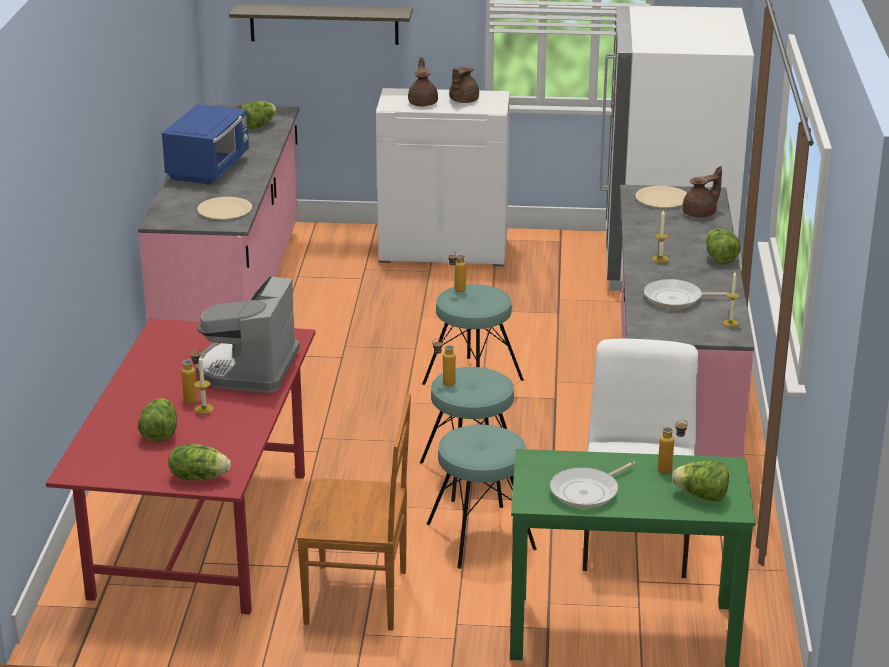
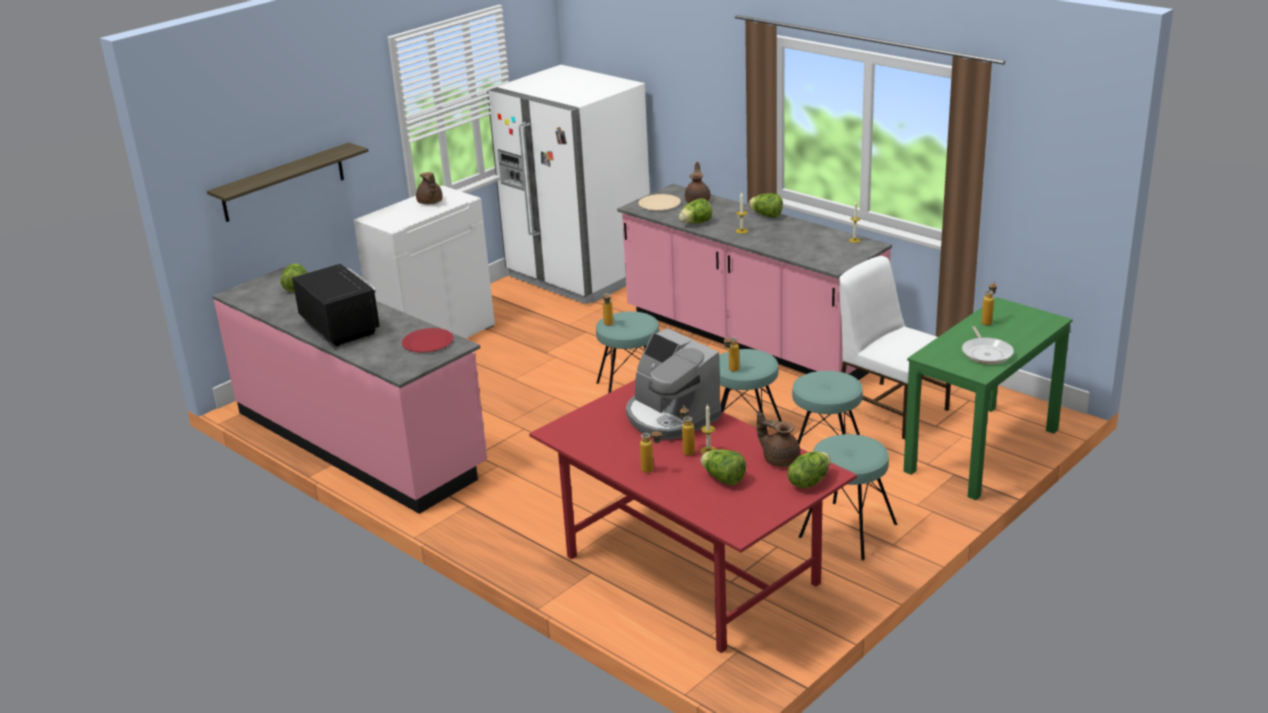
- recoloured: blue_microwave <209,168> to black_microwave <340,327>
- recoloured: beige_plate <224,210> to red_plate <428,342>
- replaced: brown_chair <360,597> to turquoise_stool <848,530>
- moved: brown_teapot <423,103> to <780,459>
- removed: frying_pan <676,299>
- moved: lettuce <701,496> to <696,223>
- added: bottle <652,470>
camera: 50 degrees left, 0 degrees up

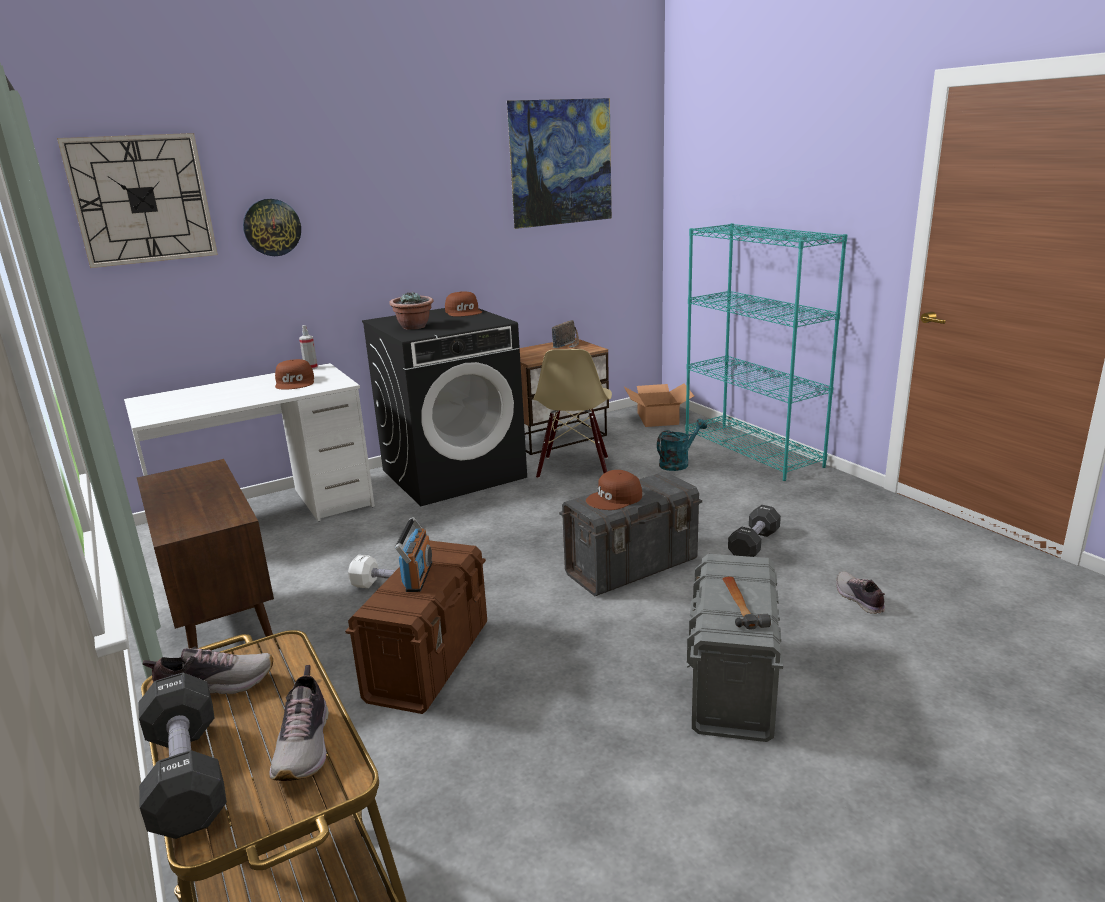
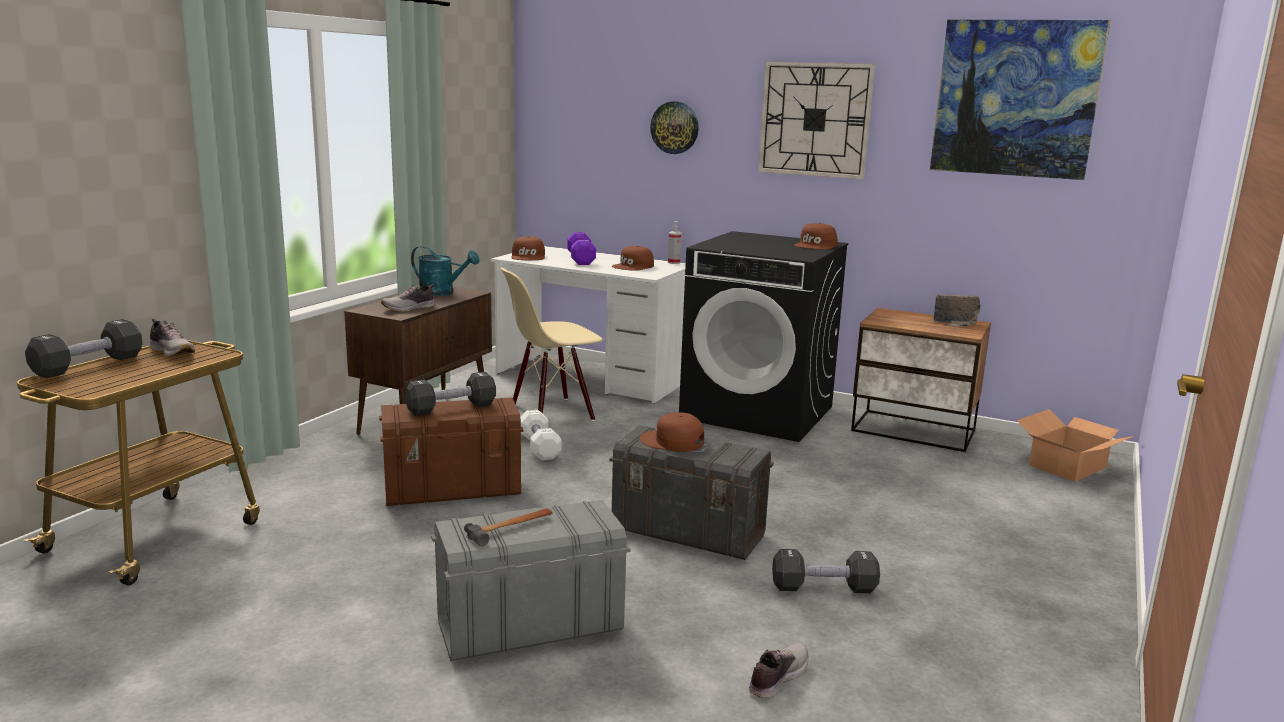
- moved: wall_clock <142,199> to <815,119>
- moved: shoe <305,745> to <409,308>
- removed: potted_plant <414,327>
- replaced: radio <418,576> to black_dumbbell <451,408>
- moved: beige_chair <574,468> to <552,413>
- moved: turquoise_watering_can <678,463> to <442,293>
- removed: turquoise_bookcase <752,451>
- added: brown_cap <528,256>
- added: purple_dumbbell <581,259>
camera: 55 degrees right, 5 degrees down

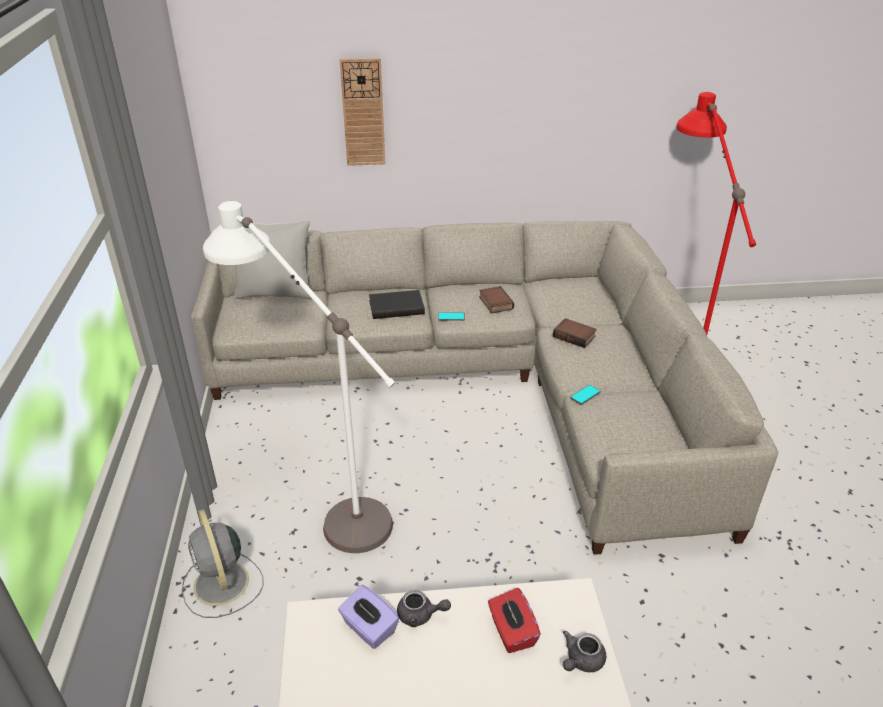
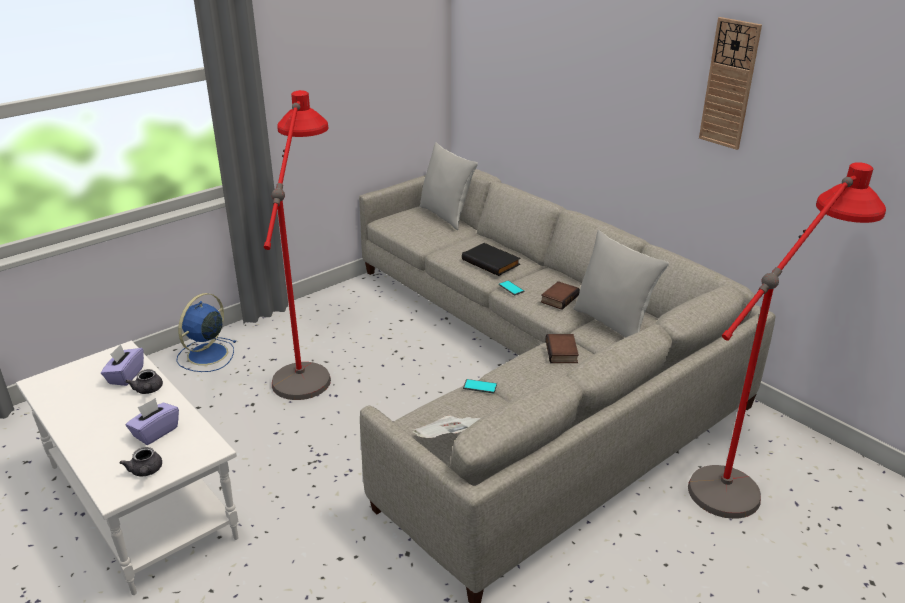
- recoloured: grey_fan <222,585> to blue_fan <206,355>
- recoloured: white_floor_lamp <323,502> to red_floor_lamp <310,358>
- moved: wall_clock <363,113> to <729,84>
- recoloured: red_tissue_box <511,632> to purple_tissue_box <155,432>
- turned: grey_teapot <581,661> = <145,471> 120 degrees counterclockwise
- added: newspaper <447,441>
- added: grey_pillow <613,323>
camera: 55 degrees right, 5 degrees down

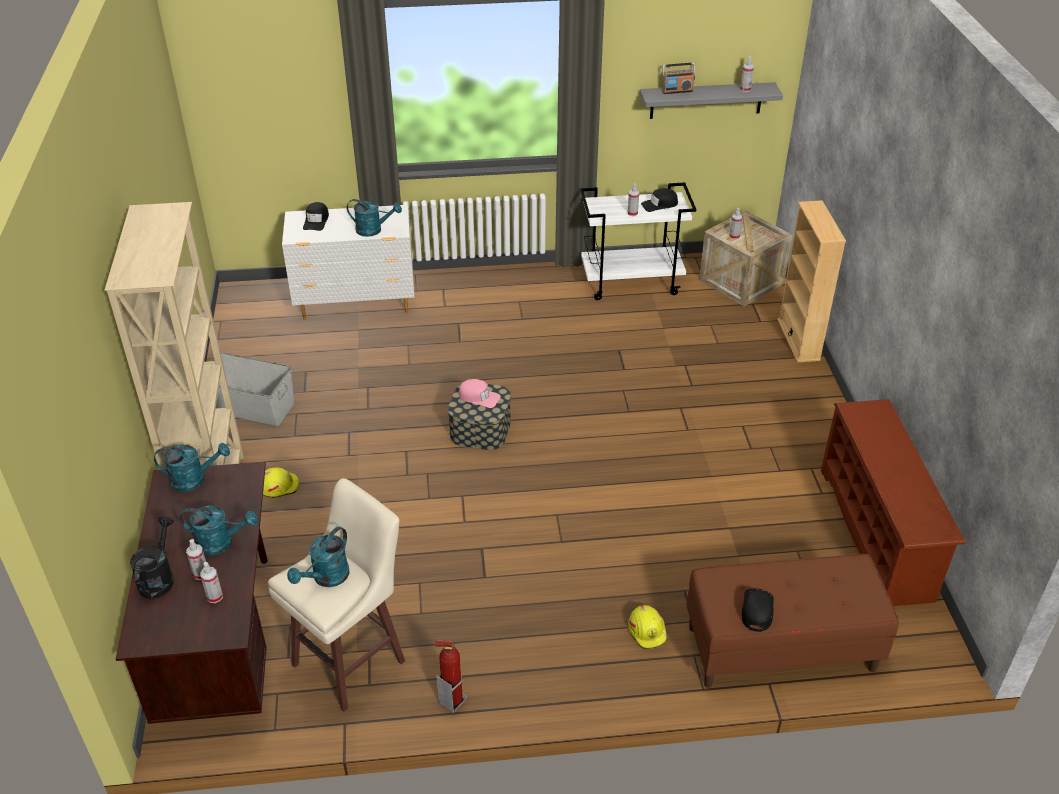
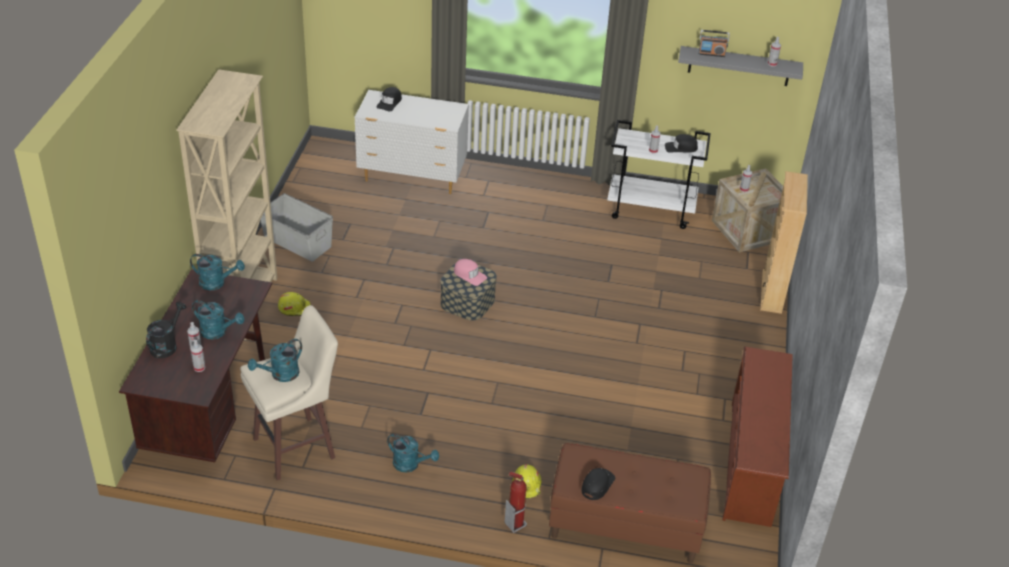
- moved: turquoise_watering_can <373,230> to <410,464>
- moved: fire_extinguisher <452,700> to <515,524>
camera: 15 degrees right, 0 degrees up

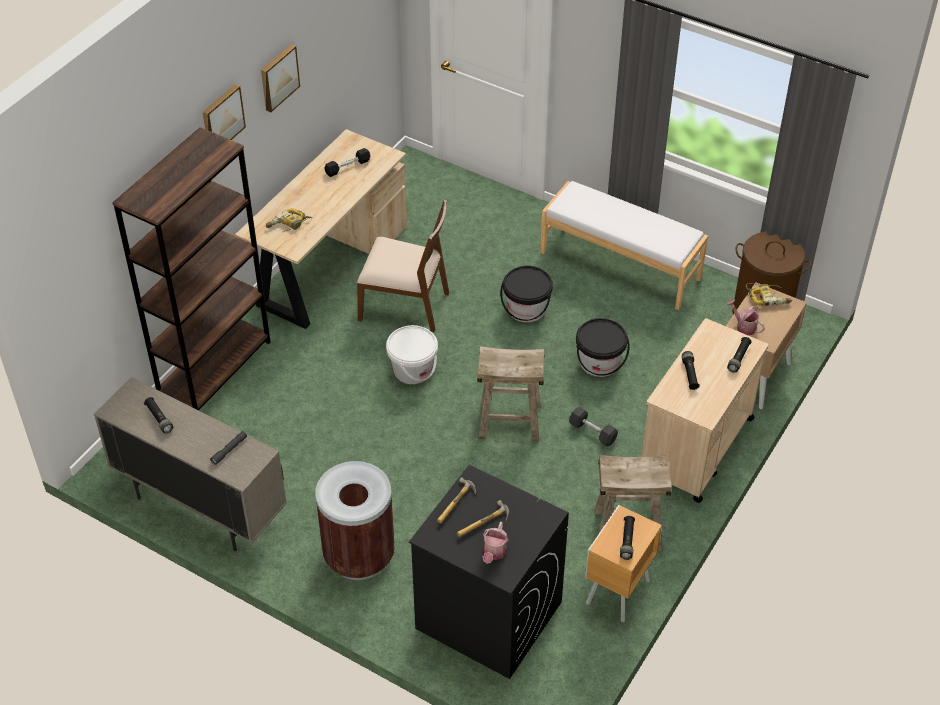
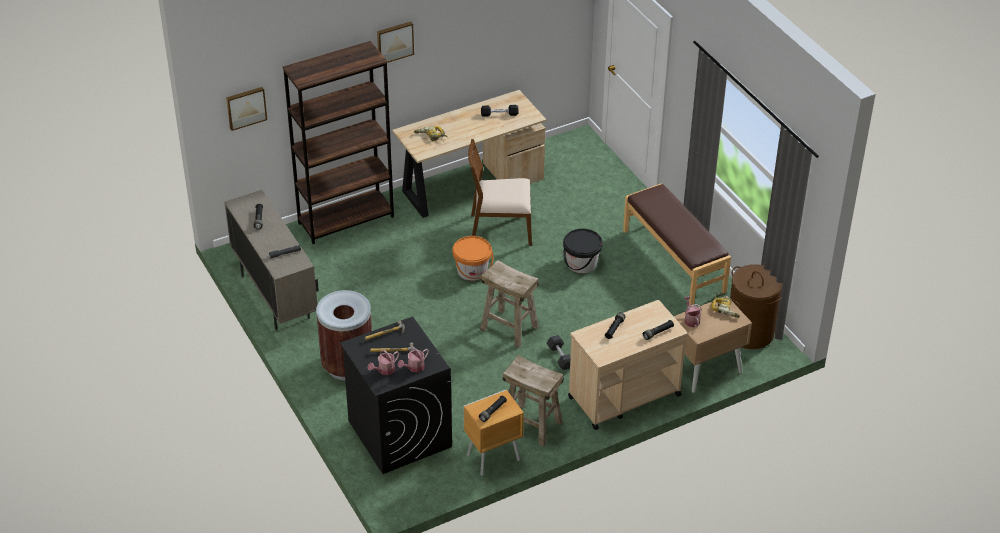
- moved: picture <278,77> to <246,107>
- turned: brown_chair <405,305> = <500,228> 135 degrees clockwise
- recoloured: white_bucket <413,370> to orange_bucket <472,271>
- recoloured: white_bench <620,265> to brown_bench <674,260>
- removed: black_bucket <599,363>
- added: watering_can <414,367>
camera: 30 degrees right, 5 degrees down

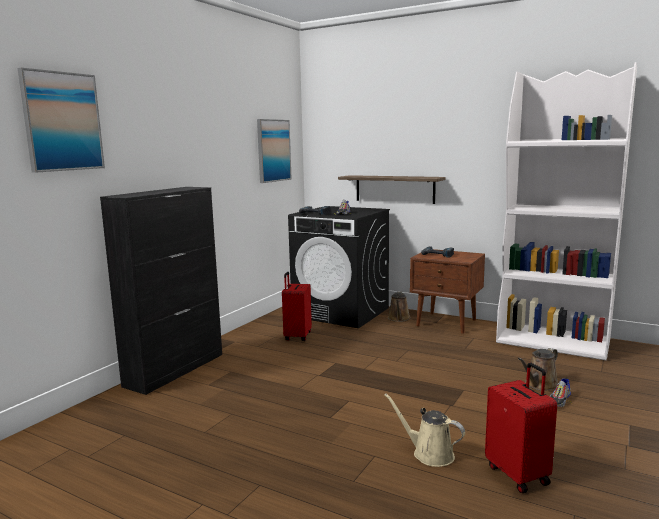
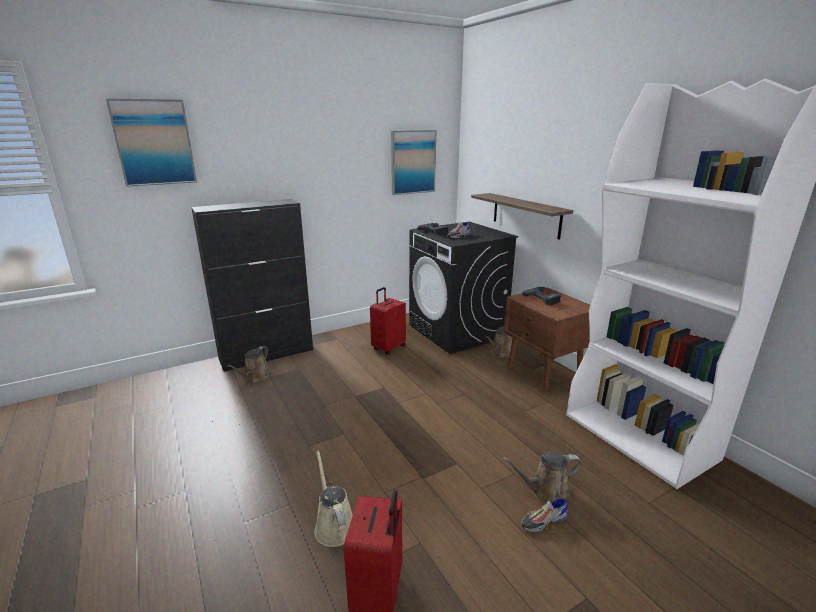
- added: brown_watering_can <255,379>
camera: 30 degrees right, 10 degrees up

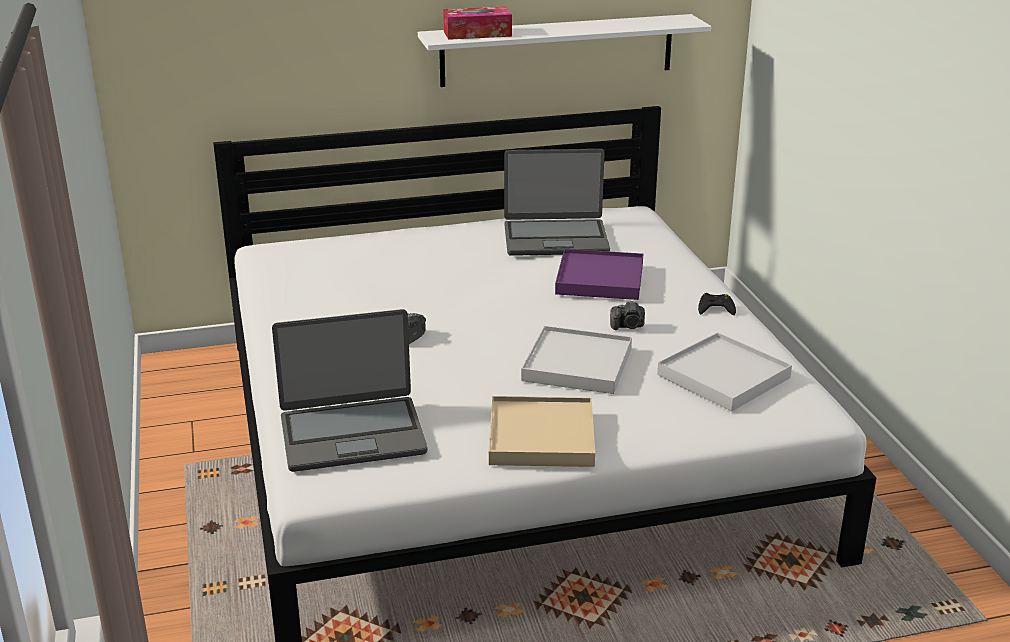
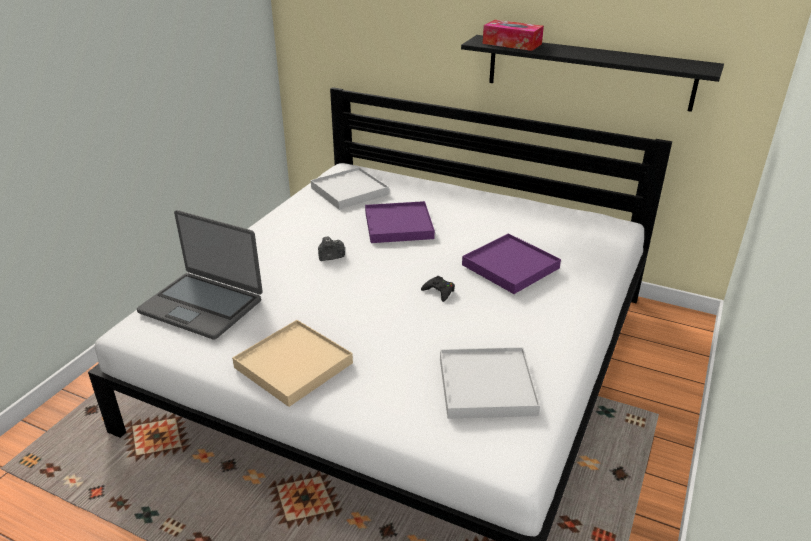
- recoloured: white_shelf <557,50> to black_shelf <588,72>
- removed: laptop <555,238>
- moved: white_tray <577,365> to <349,191>
- removed: photo_camera <628,326>
- moved: black_game_controller <716,309> to <439,291>
- added: purple_tray <398,225>
camera: 40 degrees right, 5 degrees up

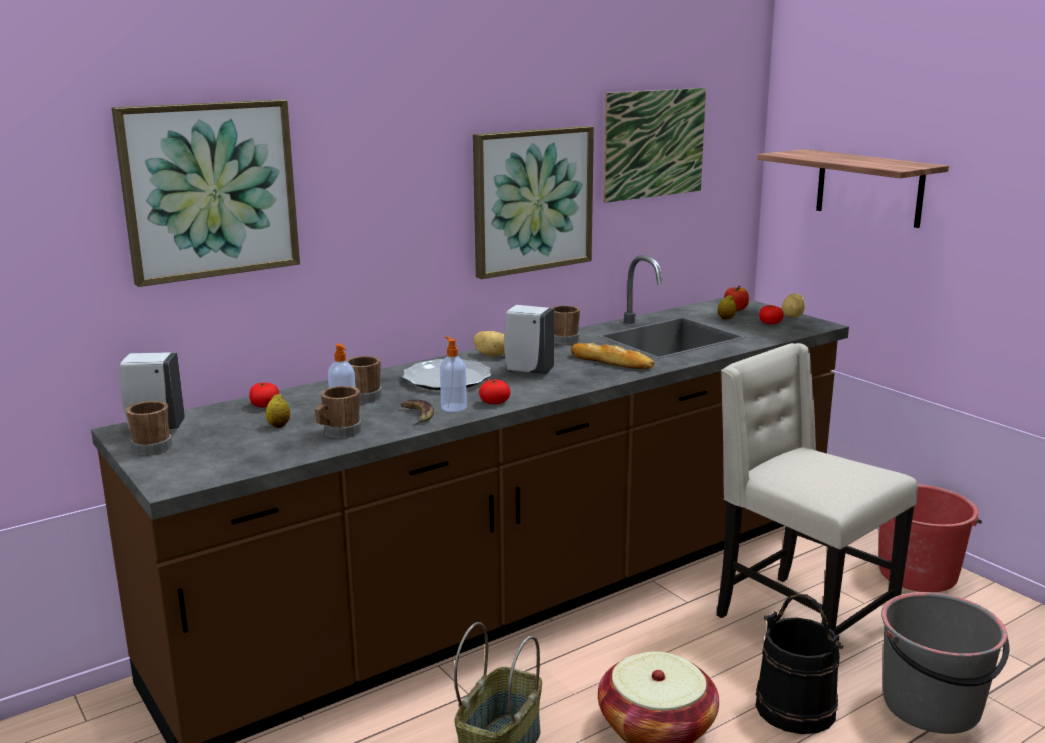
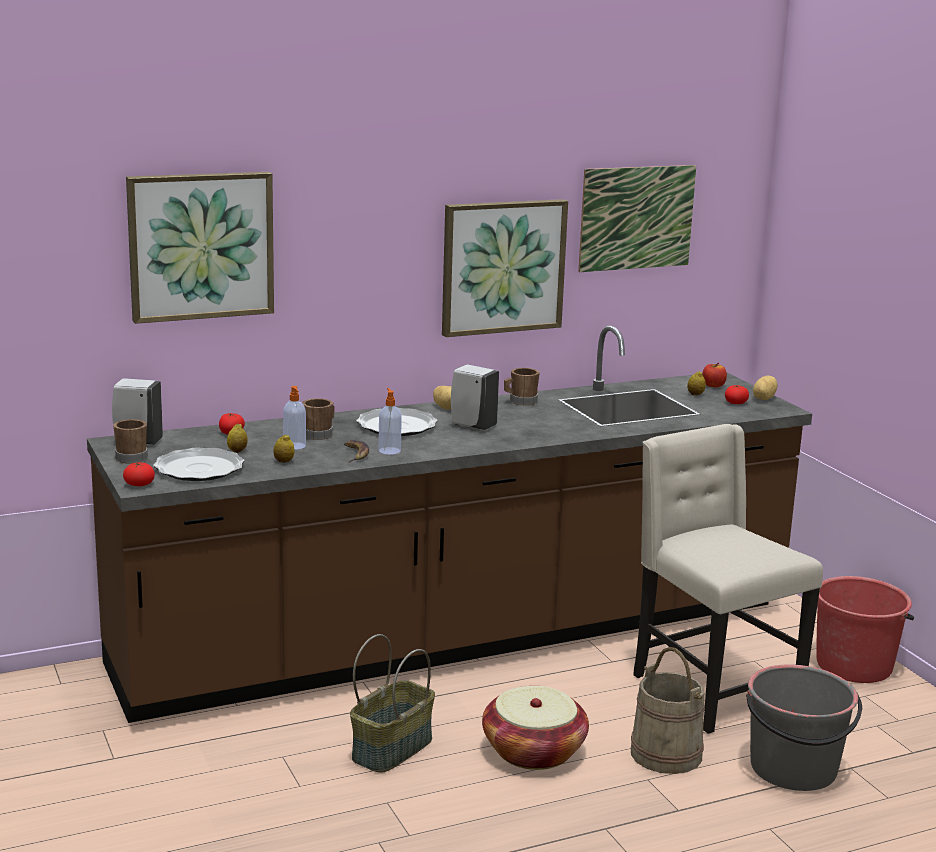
- replaced: brown_mug <339,433> to lemon <284,461>
- moved: tomato <494,402> to <139,484>
- removed: bread <611,362>
- recoloured: black_bucket <796,708> to beige_bucket <666,754>
- removed: shelf <869,187>
- added: plate <198,468>
camera: 10 degrees right, 0 degrees up

